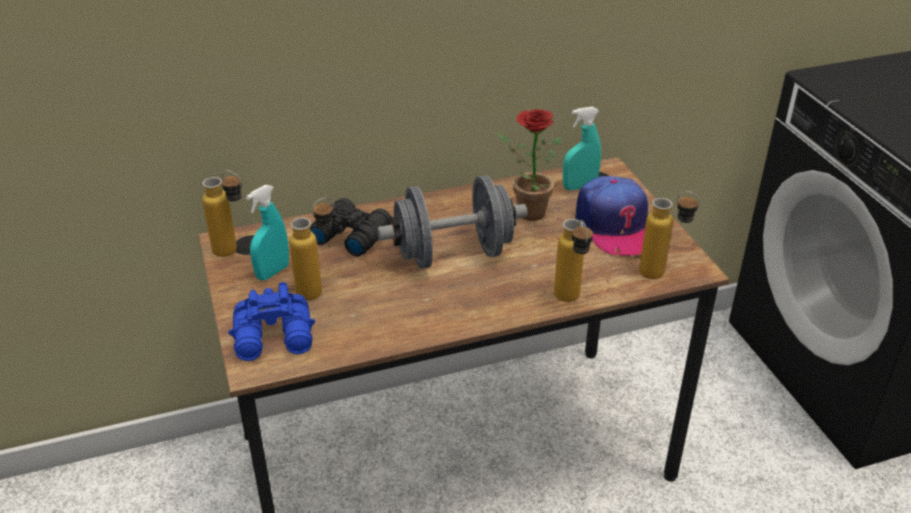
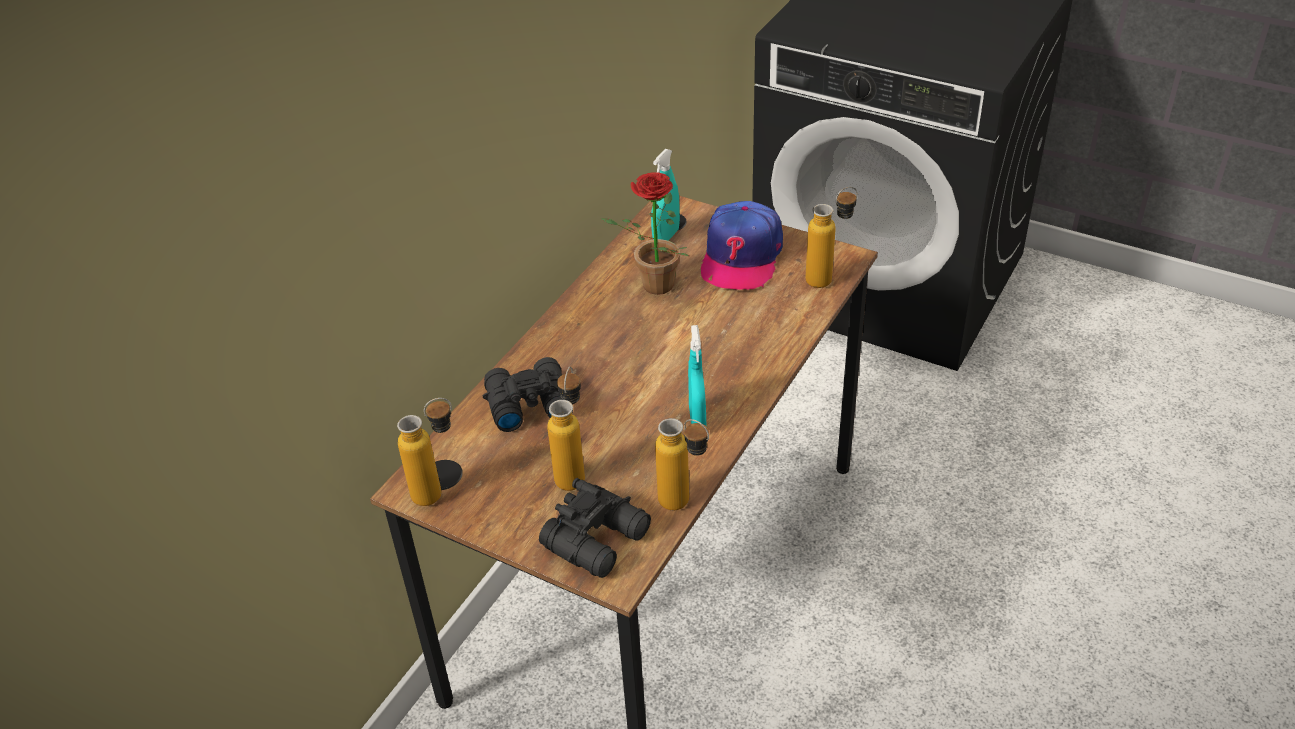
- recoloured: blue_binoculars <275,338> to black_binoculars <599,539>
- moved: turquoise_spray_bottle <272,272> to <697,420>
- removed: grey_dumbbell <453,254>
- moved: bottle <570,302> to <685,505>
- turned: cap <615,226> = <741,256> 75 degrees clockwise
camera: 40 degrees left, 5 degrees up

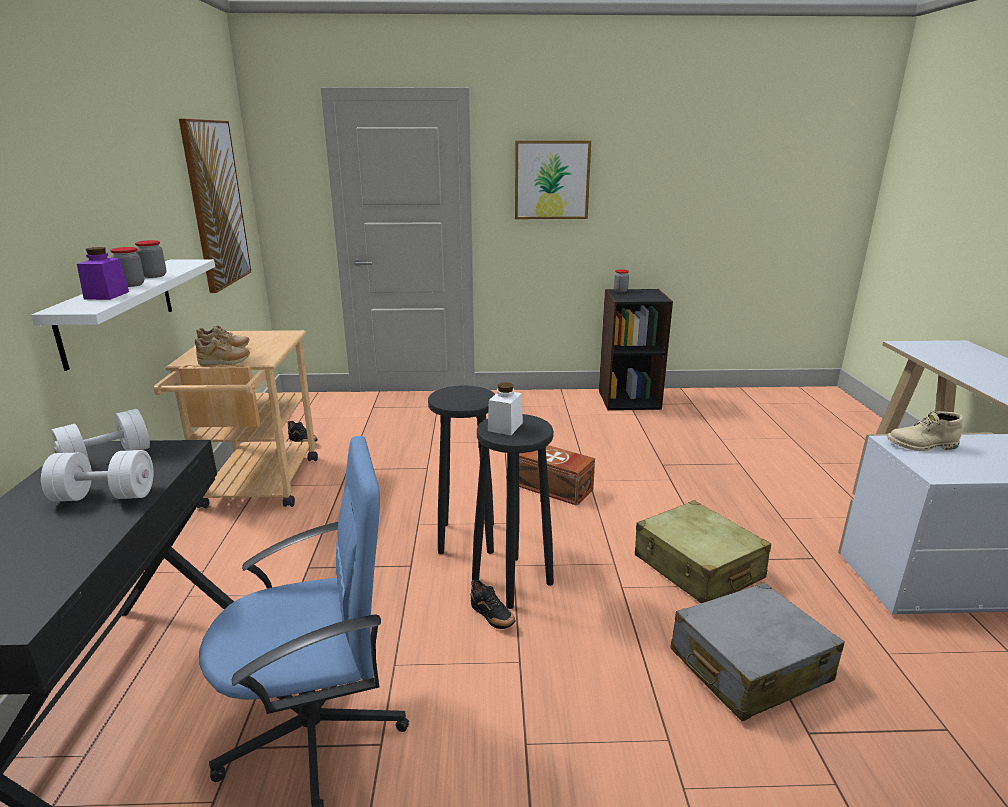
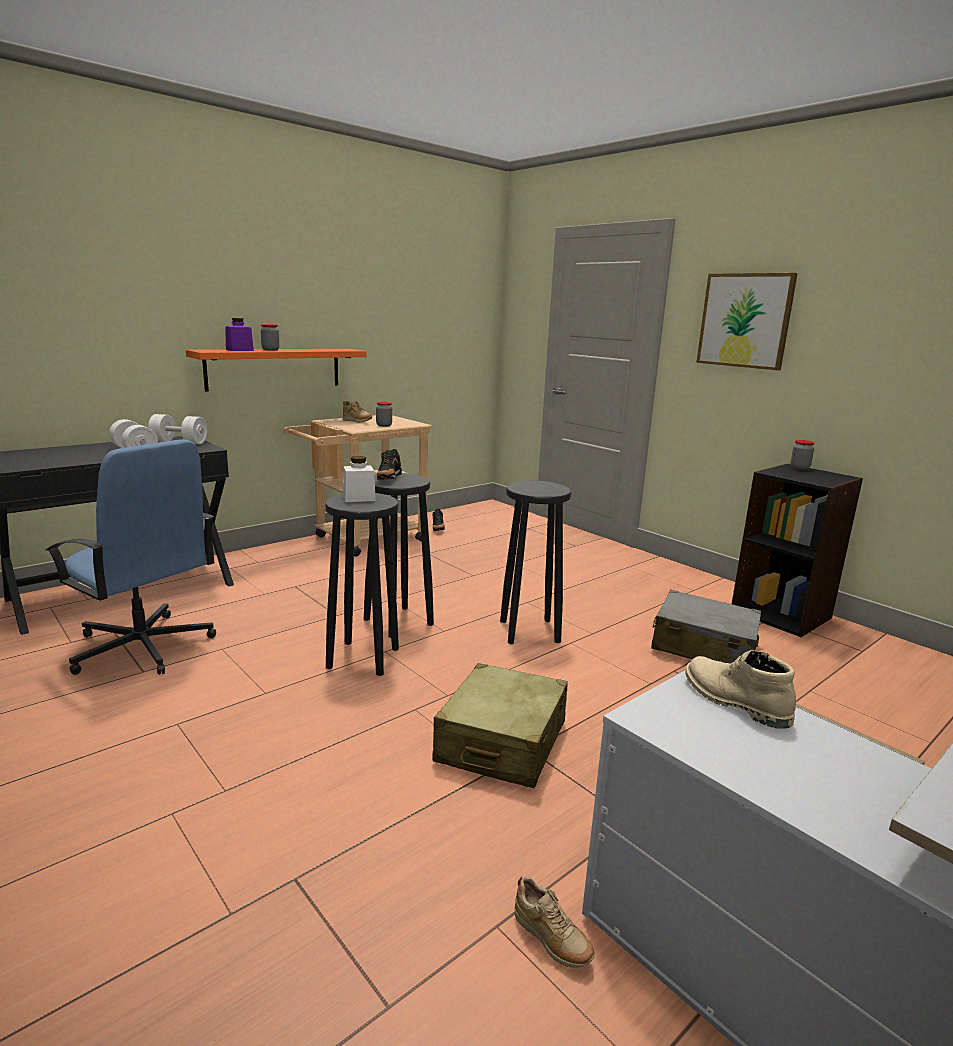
- recoloured: white_shelf <118,309> to orange_shelf <274,368>
- moved: jar <154,276> to <384,425>
- removed: picture <216,204>
- moved: beige_shoe <224,363> to <551,941>
- moved: black_shoe <492,617> to <388,479>
- replaced: brown_storage_box <553,488> to black_stool <528,631>
- moved: grey_suitcase <749,666> to <703,647>
camera: 50 degrees right, 5 degrees down

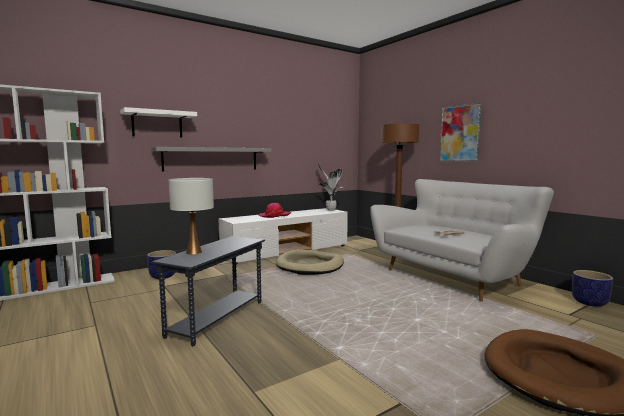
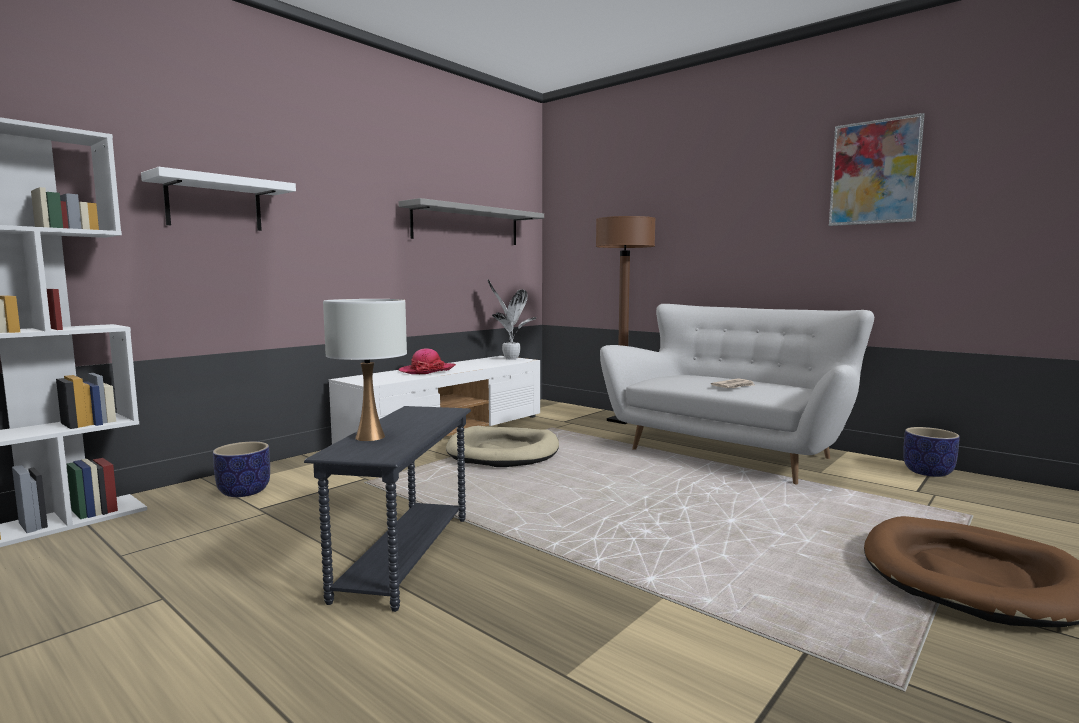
- moved: grey_shelf <211,159> to <467,225>
- moved: picture <460,133> to <874,172>
camera: 15 degrees left, 0 degrees up

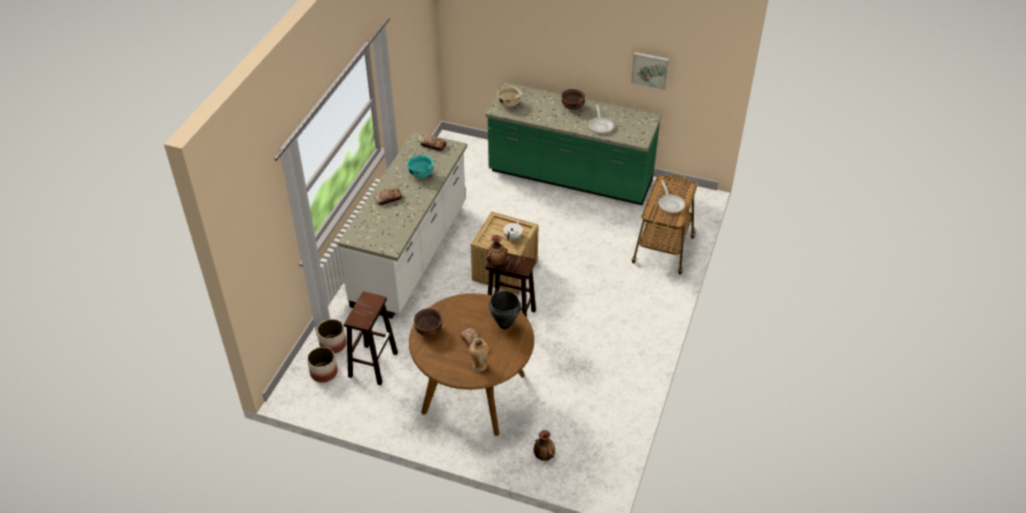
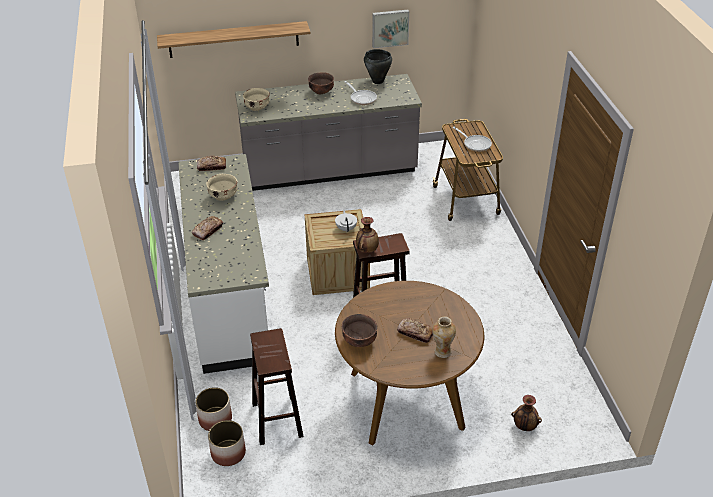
- recoloured: turquoise_bowl <421,174> to beige_bowl <223,196>
- recoloured: green_counter <570,178> to grey_counter <329,172>
- moved: black_cooking_pot <504,324> to <378,81>
- added: shelf <233,39>
camera: 30 degrees left, 5 degrees down

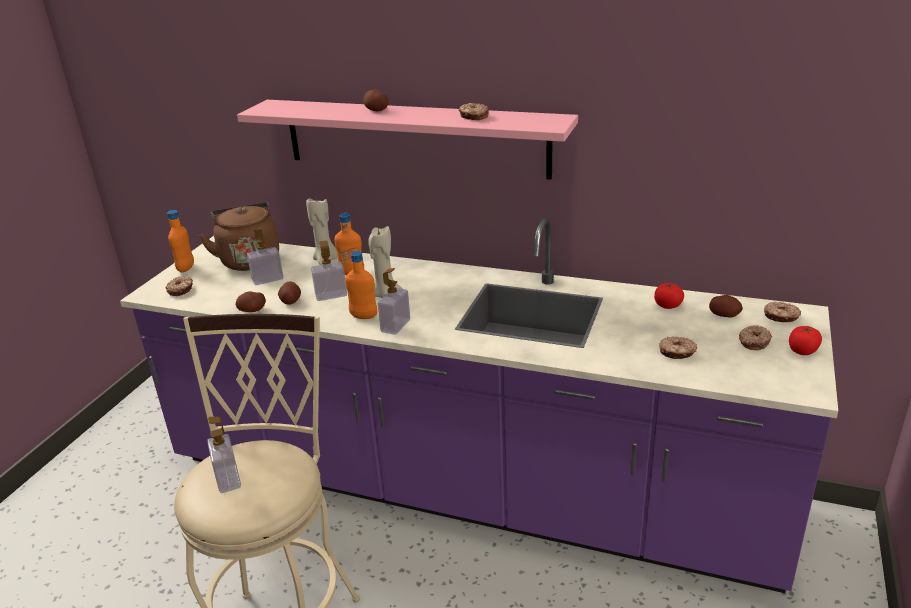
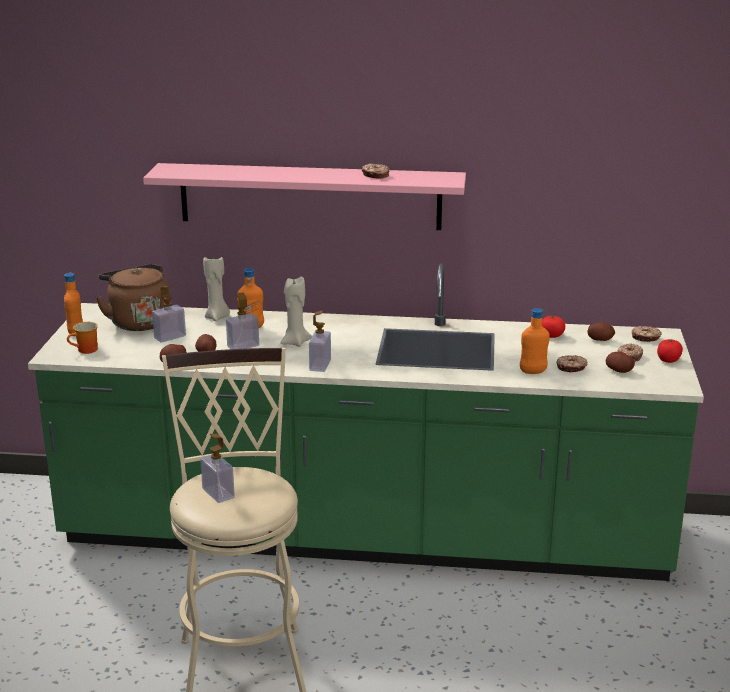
- recoloured: purple_counter <466,489> to green_counter <365,537>
- replaced: donut <181,290> to mug <86,351>
- moved: orange_bottle <364,316> to <533,372>
- moved: potato <376,110> to <619,370>
camera: 15 degrees left, 5 degrees down

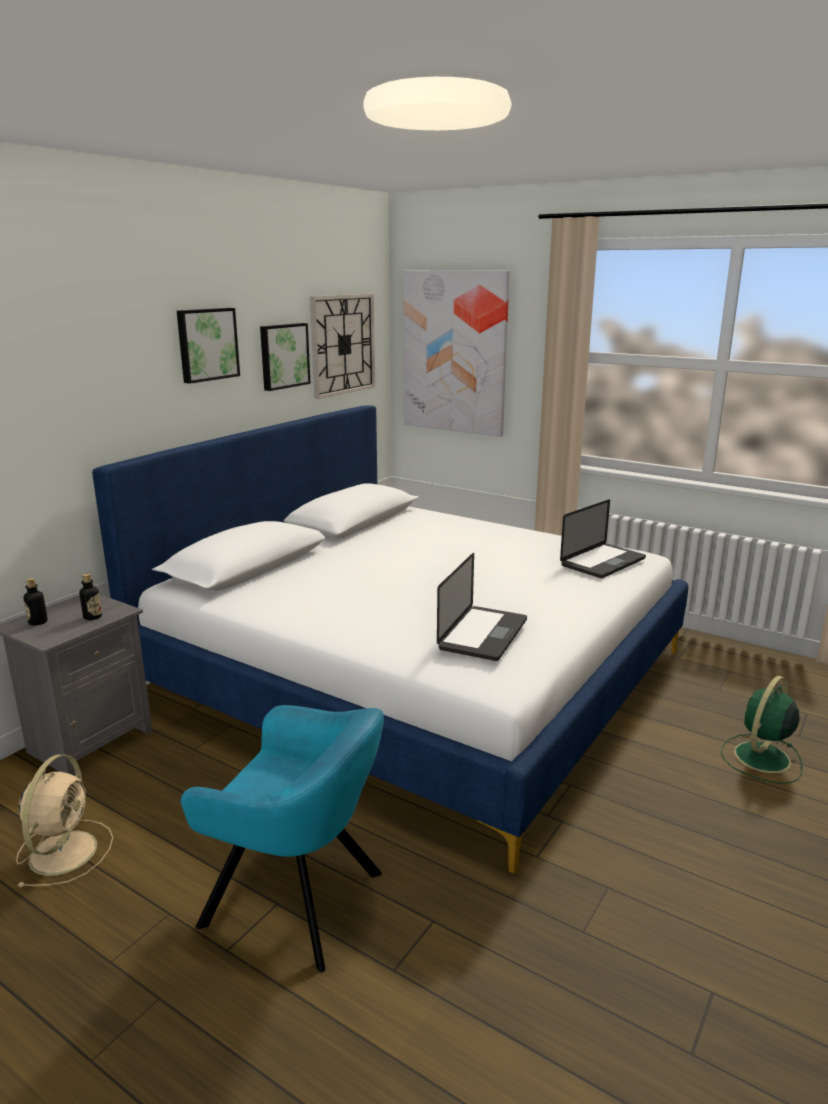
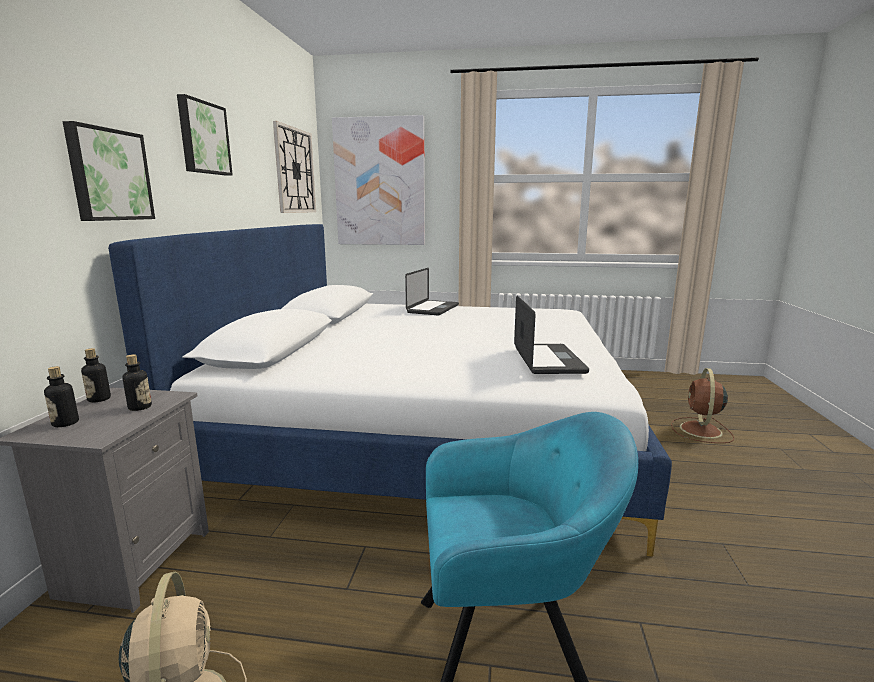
- moved: picture <283,356> to <108,175>
- moved: laptop <603,562> to <433,309>
- recoloured: green_fan <761,758> to brown_fan <701,431>
- added: bottle <99,399>
camera: 25 degrees left, 5 degrees down

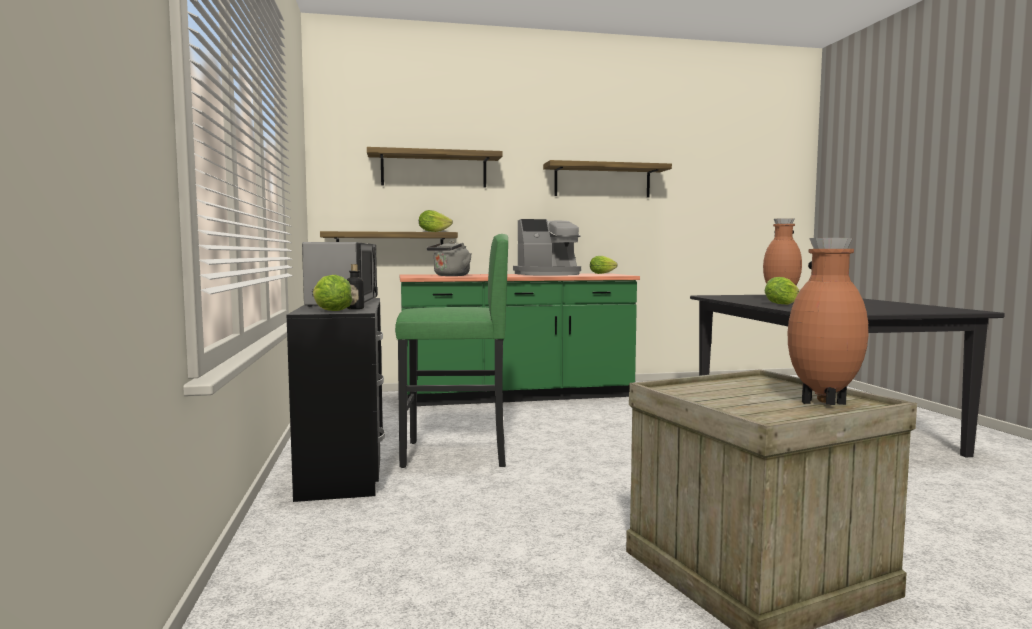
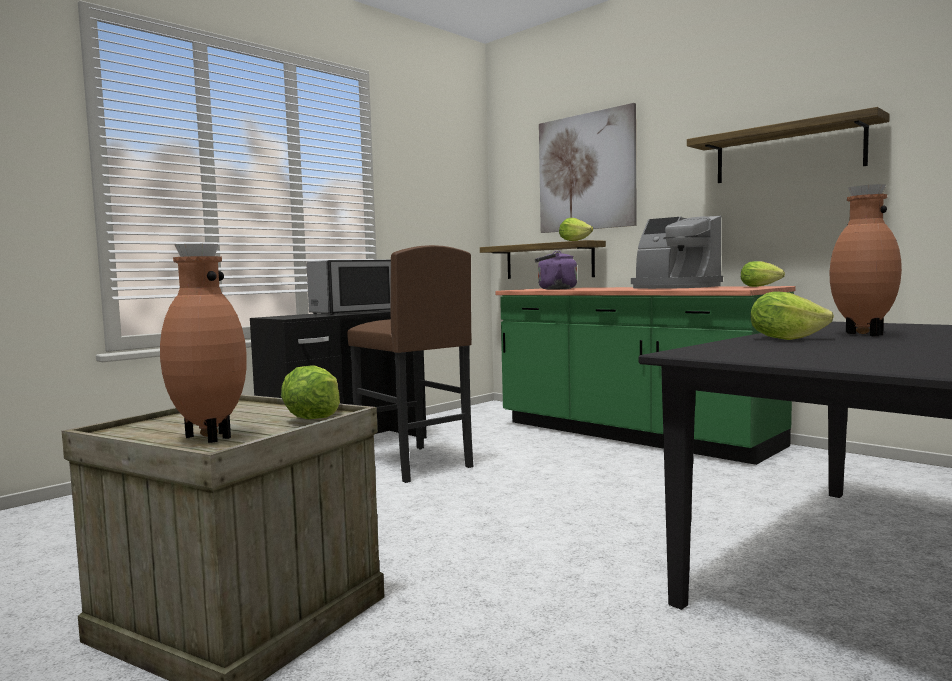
- moved: lettuce <331,311> to <313,418>
- removed: bottle <355,308>
- replaced: shelf <434,170> to picture <586,172>
- recoloured: green_stool <455,454> to brown_stool <412,464>
- recoloured: grey_kettle <450,276> to purple_kettle <554,289>
camera: 55 degrees right, 0 degrees up

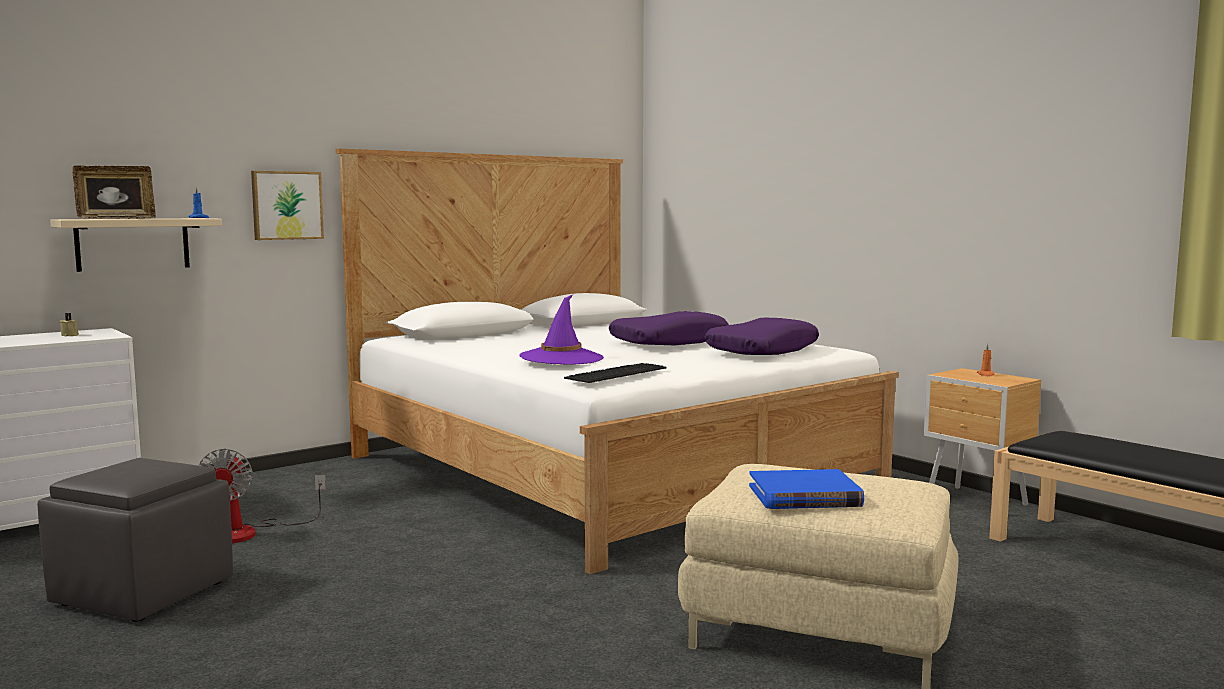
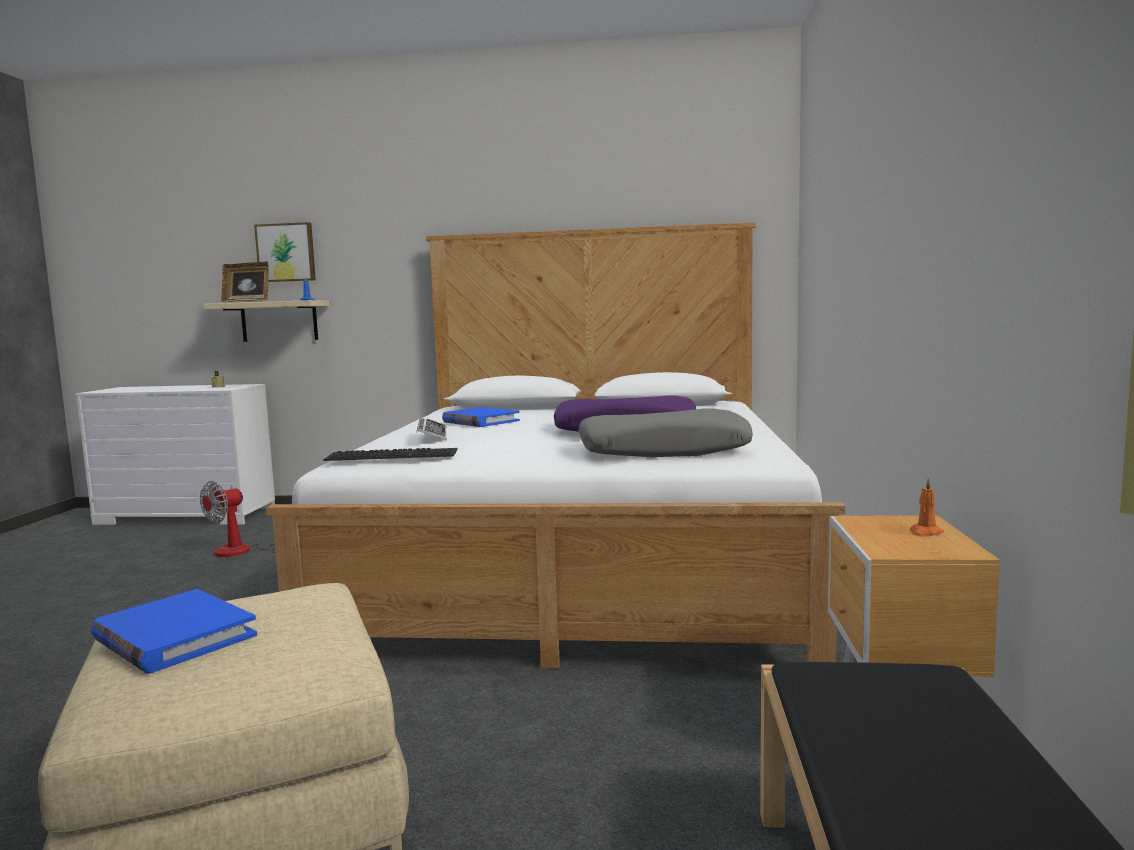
- removed: grey_ottoman <143,592>
- moved: picture <286,205> to <286,252>
- replaced: purple_hat <561,358> to keyboard <432,435>
- recoloured: purple_pillow <762,351> to grey_pillow <663,451>
- added: blue_book <480,421>
camera: 45 degrees right, 0 degrees up

